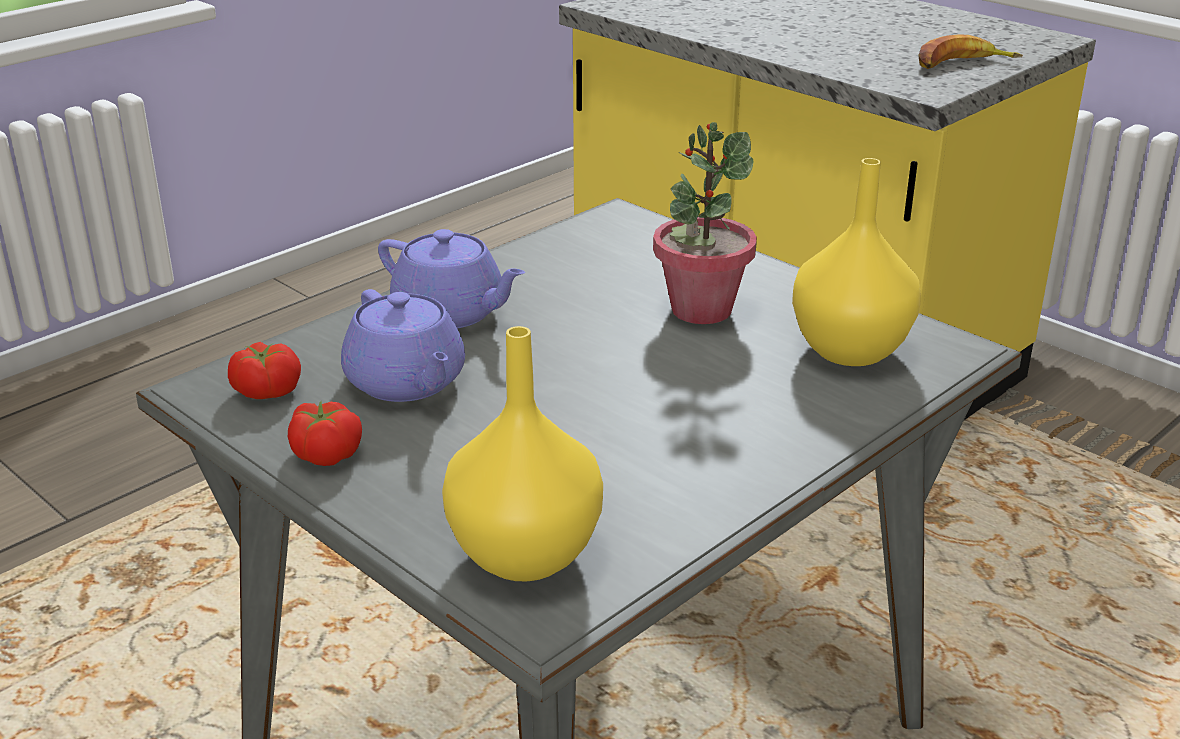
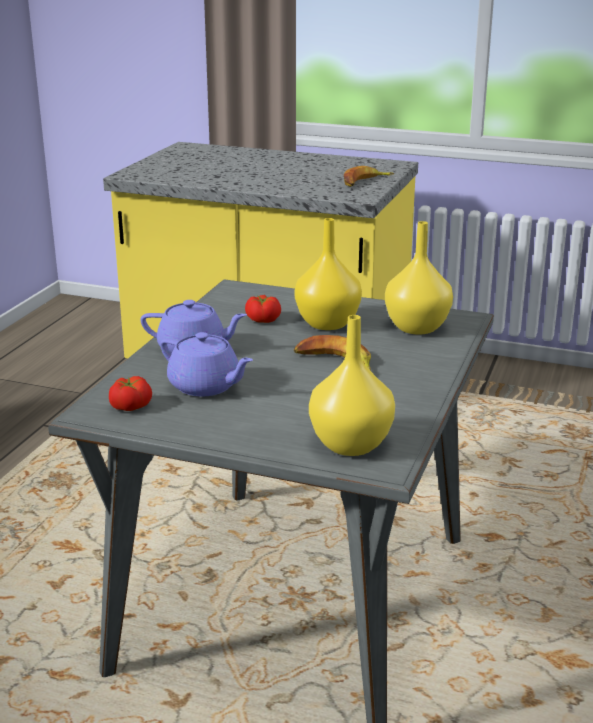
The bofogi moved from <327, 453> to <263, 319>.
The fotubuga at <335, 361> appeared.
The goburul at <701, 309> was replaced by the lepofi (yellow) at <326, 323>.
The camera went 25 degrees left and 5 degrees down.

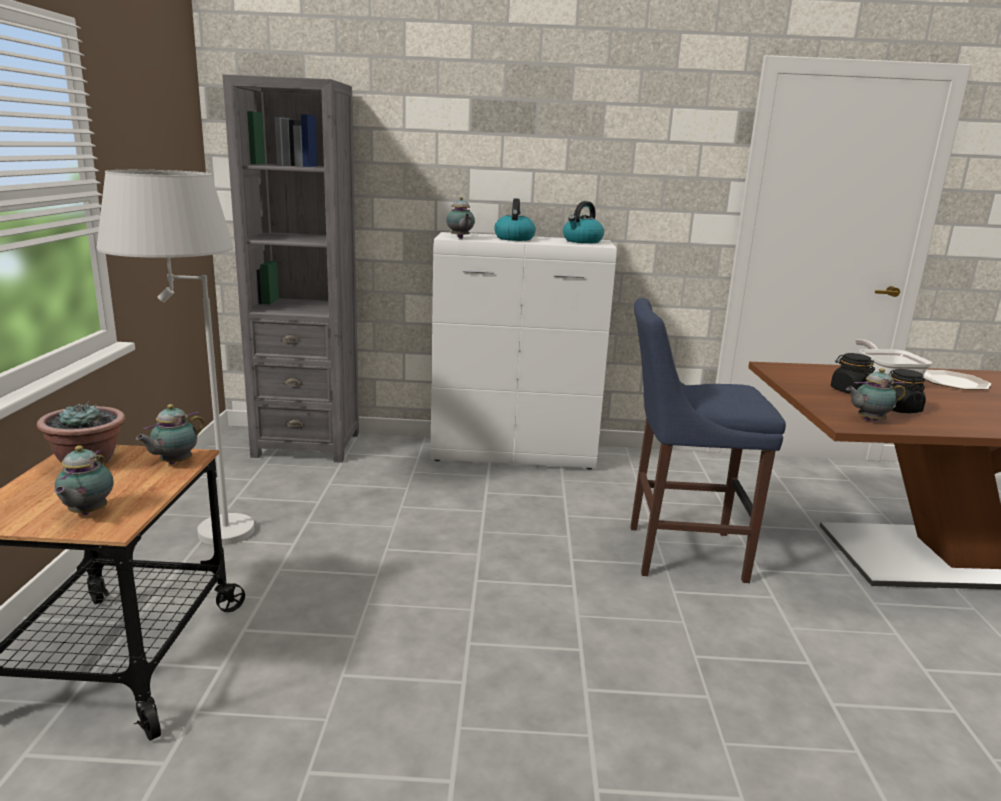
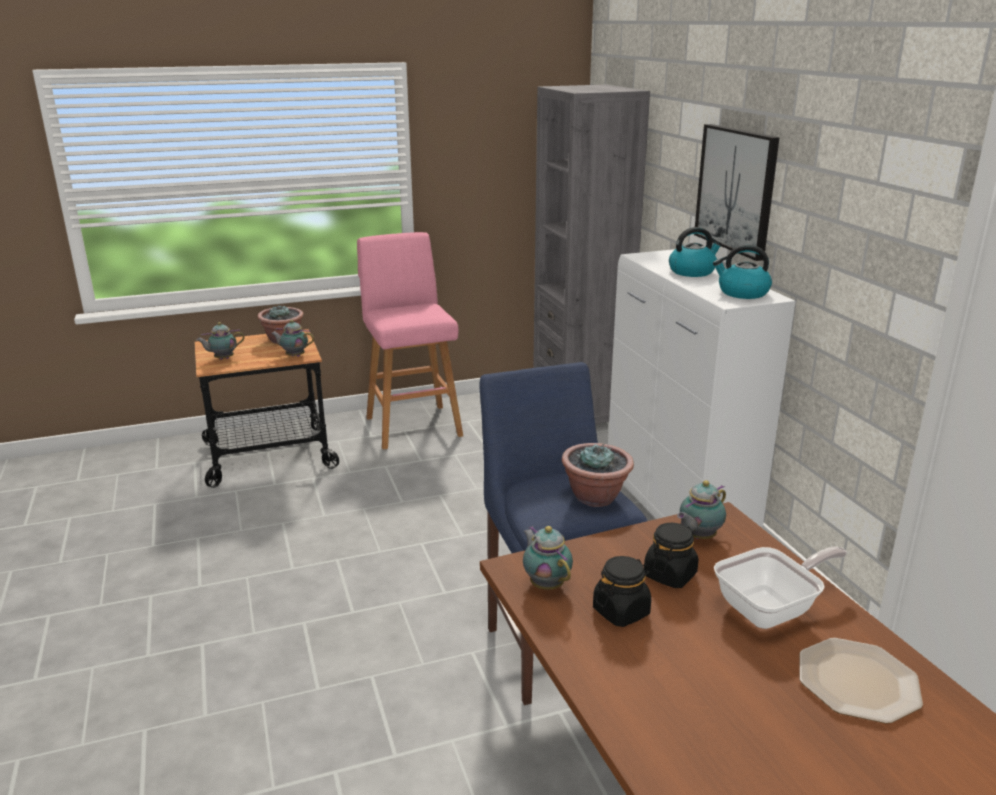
The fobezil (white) at <196, 530> was replaced by the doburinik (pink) at <412, 425>.
The goburul at <595, 497> appeared.
The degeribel moved from <460, 238> to <698, 537>.
The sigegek at <736, 190> appeared.
The camera went 70 degrees right and 5 degrees up.

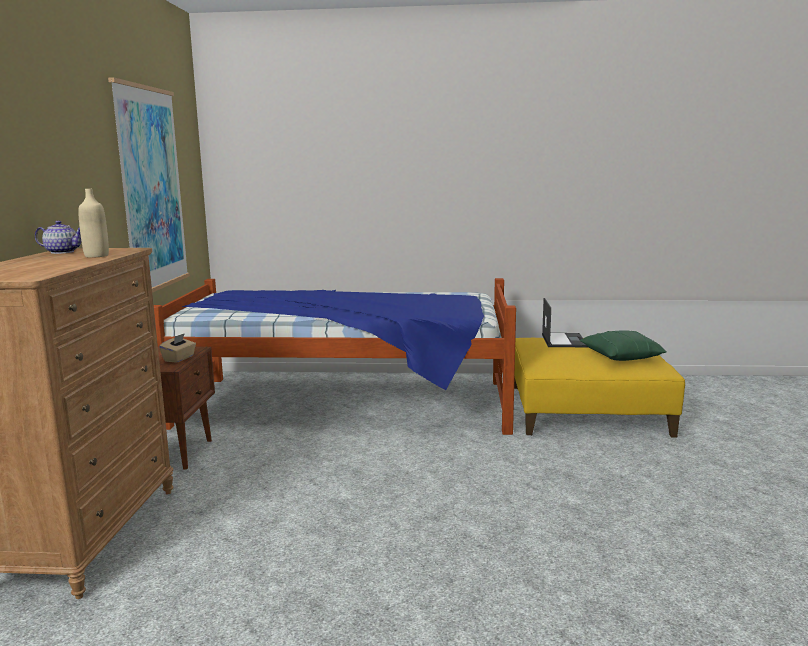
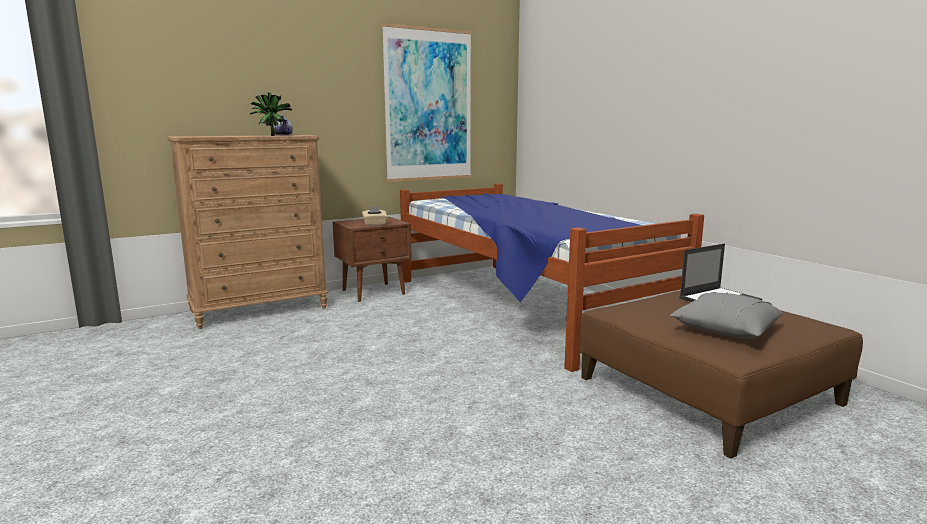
The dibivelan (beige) at <96, 256> was replaced by the goburul at <271, 135>.
The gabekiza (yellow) at <587, 409> became the gabekiza (brown) at <708, 391>.
The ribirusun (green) at <620, 357> became the ribirusun (grey) at <725, 329>.
The camera went 55 degrees right and 0 degrees up.

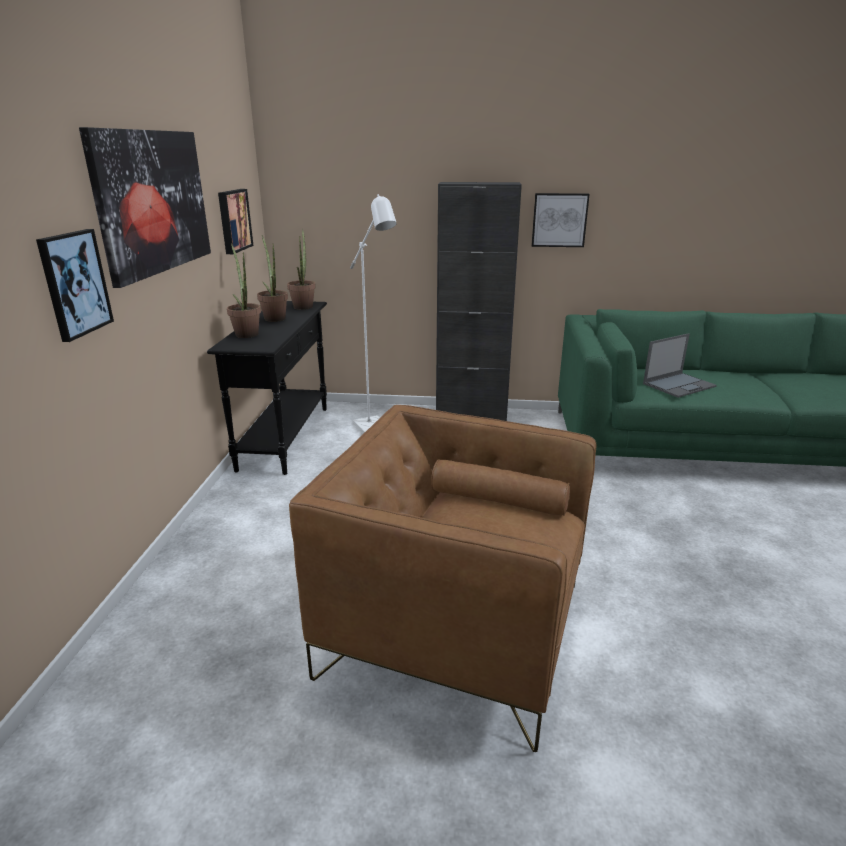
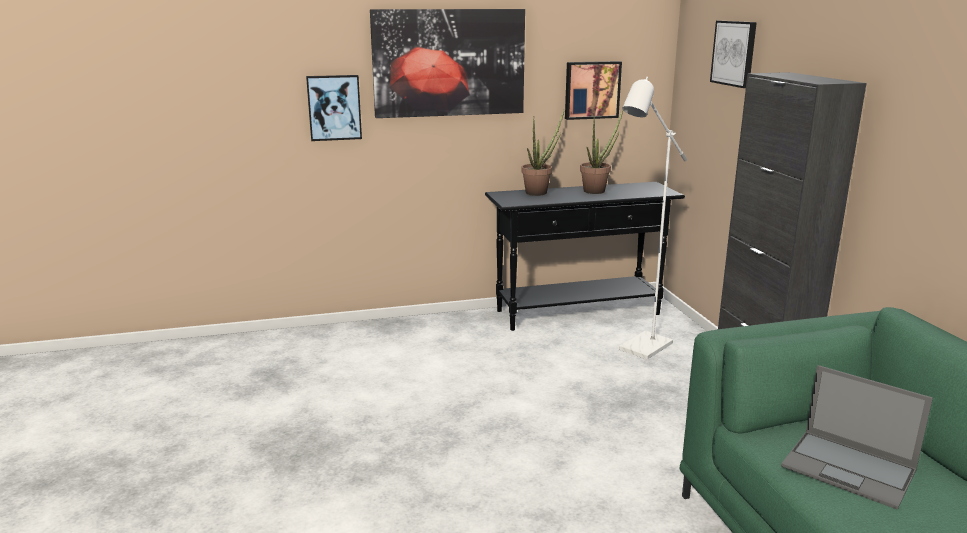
The sigegek moved from <559, 220> to <734, 53>.
The goburul at <304, 306> disappeared.
The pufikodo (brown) at <453, 630> disappeared.
The camera went 70 degrees right and 5 degrees down.

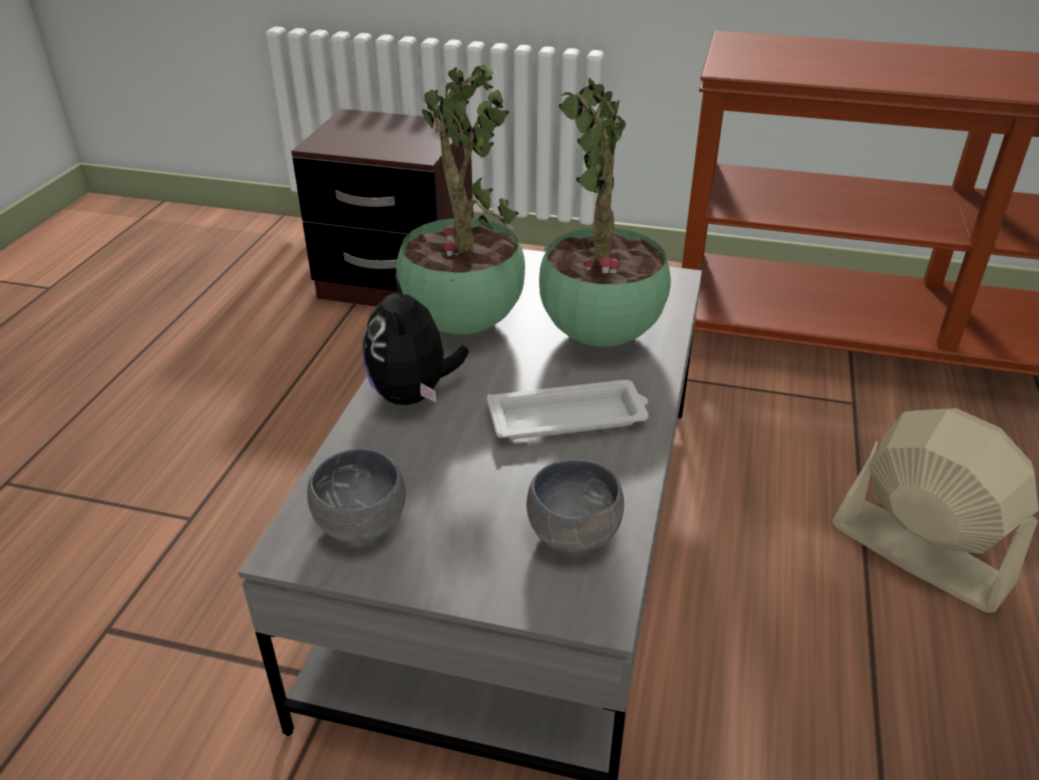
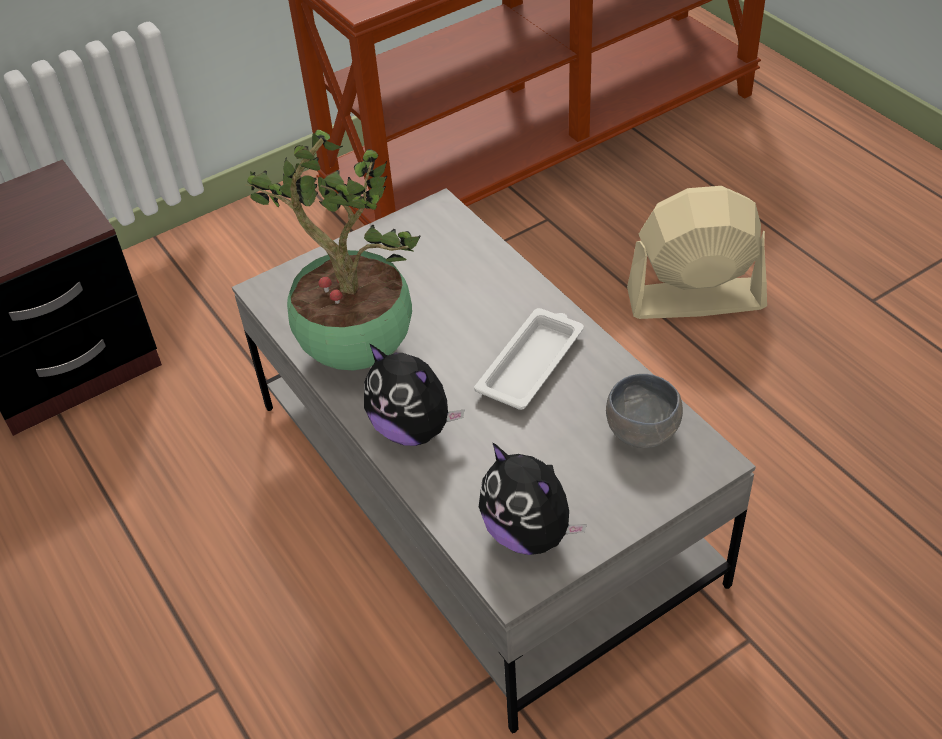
The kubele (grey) at <363, 527> was replaced by the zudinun at <529, 533>.
The goburul at <600, 338> disappeared.
The camera went 45 degrees left and 10 degrees up.

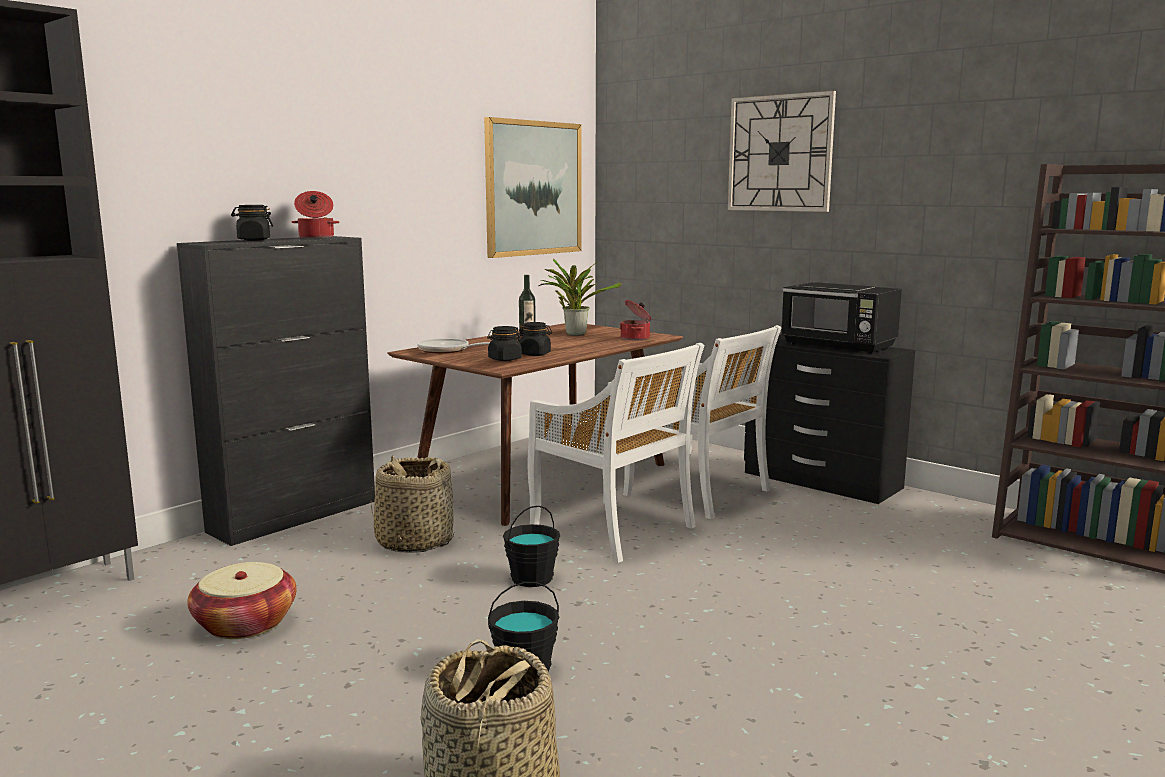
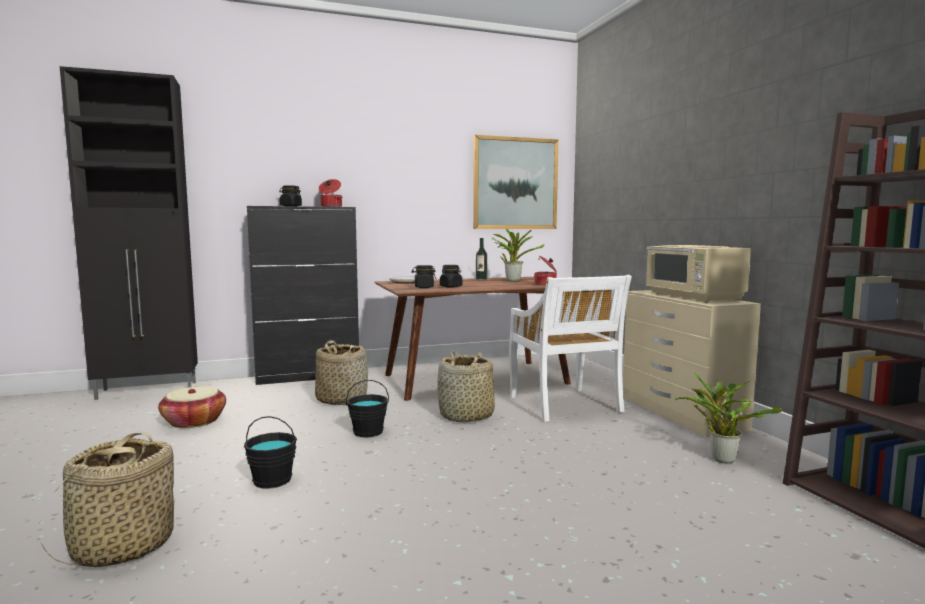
The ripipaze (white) at <615, 531> was replaced by the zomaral at <466, 416>.
The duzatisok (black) at <821, 481> became the duzatisok (beige) at <681, 413>.
The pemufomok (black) at <839, 346> became the pemufomok (beige) at <693, 297>.
The goburul at <720, 458> appeared.
The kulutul at <780, 153> disappeared.
The camera went 30 degrees right and 5 degrees down.

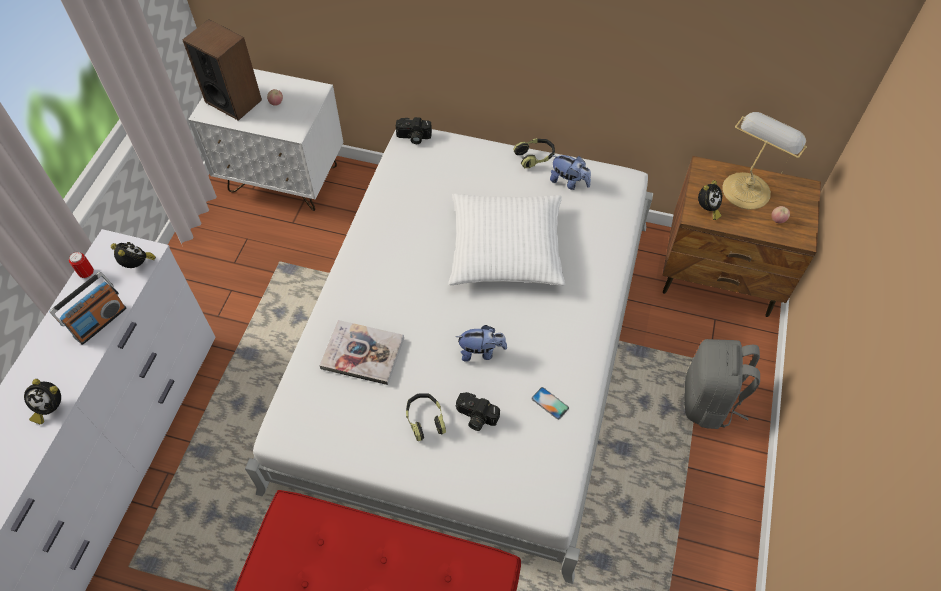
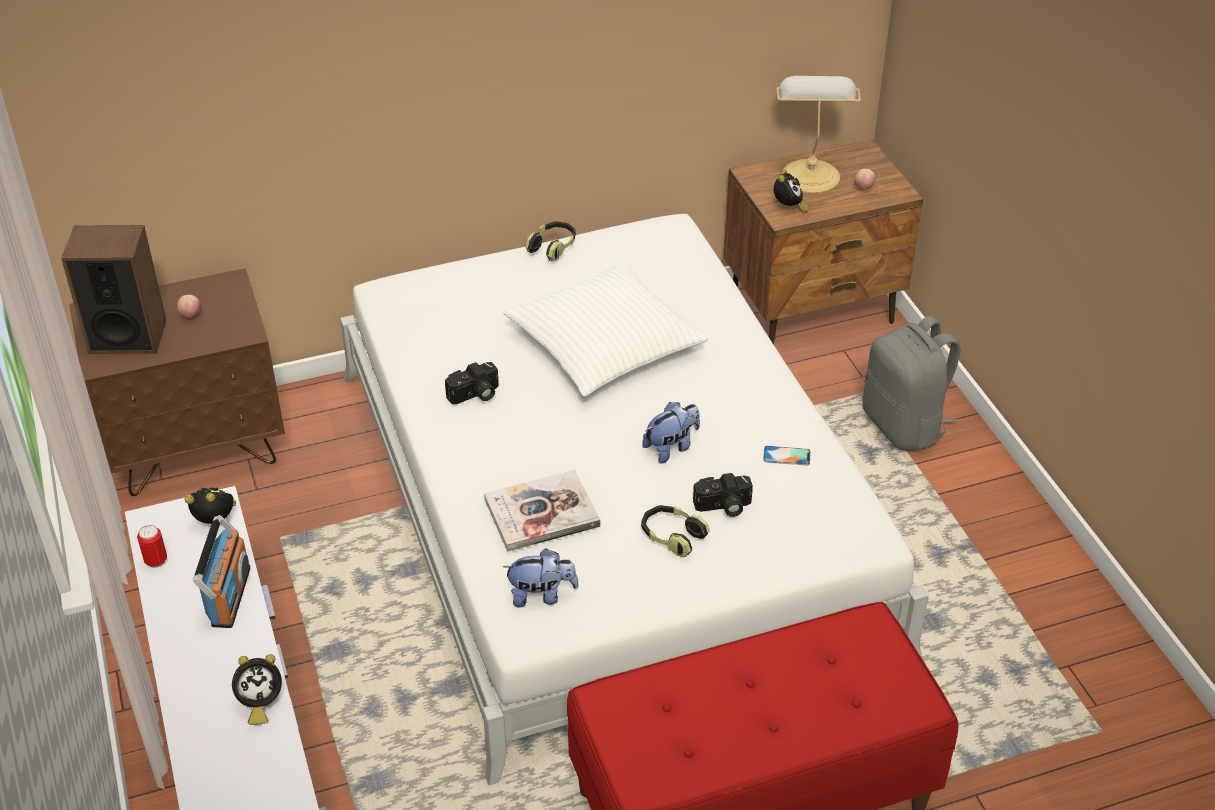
The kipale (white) at <284, 179> became the kipale (brown) at <197, 449>.
The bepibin moved from <413, 137> to <475, 395>.
The zudinun moved from <569, 182> to <541, 595>.
The camera went 35 degrees left and 15 degrees down.

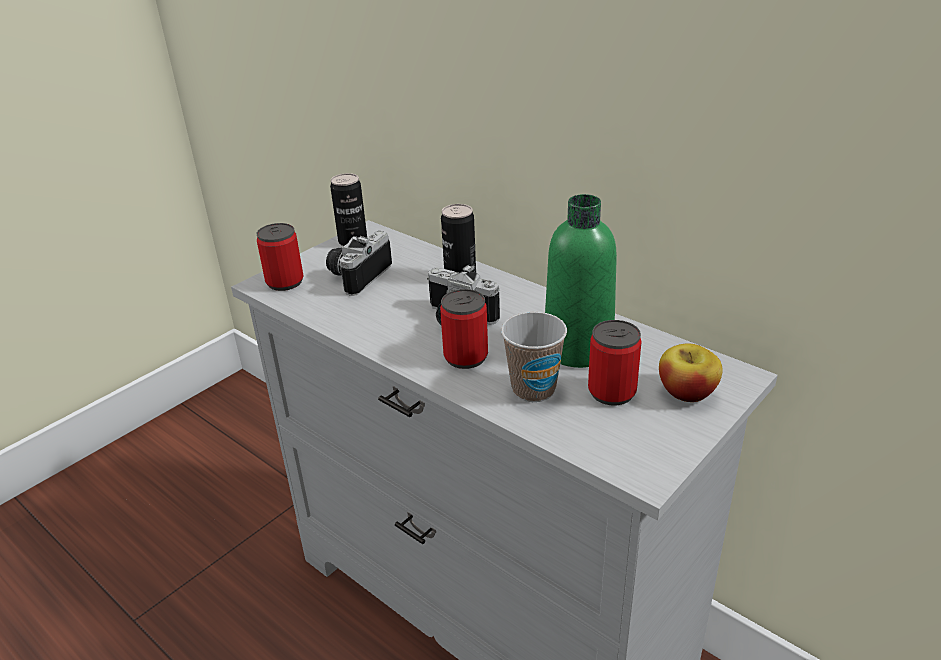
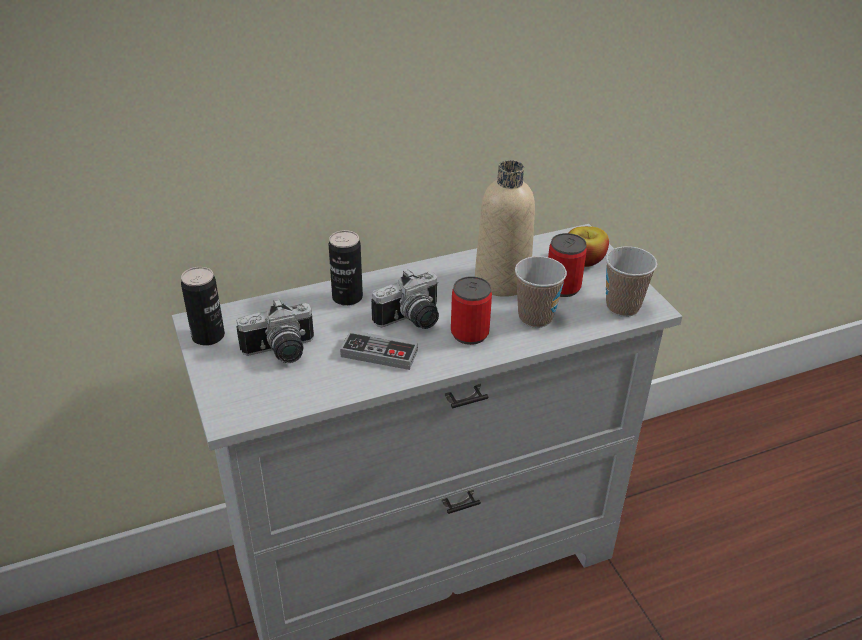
The bepibin at <356, 276> turned 75 degrees counterclockwise.
The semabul at <379, 353> appeared.
The dibivelan (green) at <578, 349> became the dibivelan (beige) at <502, 281>.
The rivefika at <622, 307> appeared.
The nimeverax at <285, 282> disappeared.
The camera went 65 degrees left and 5 degrees up.

